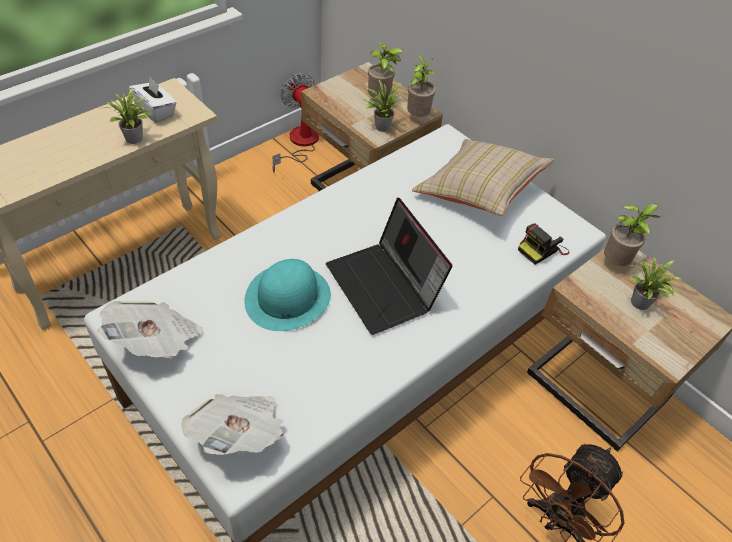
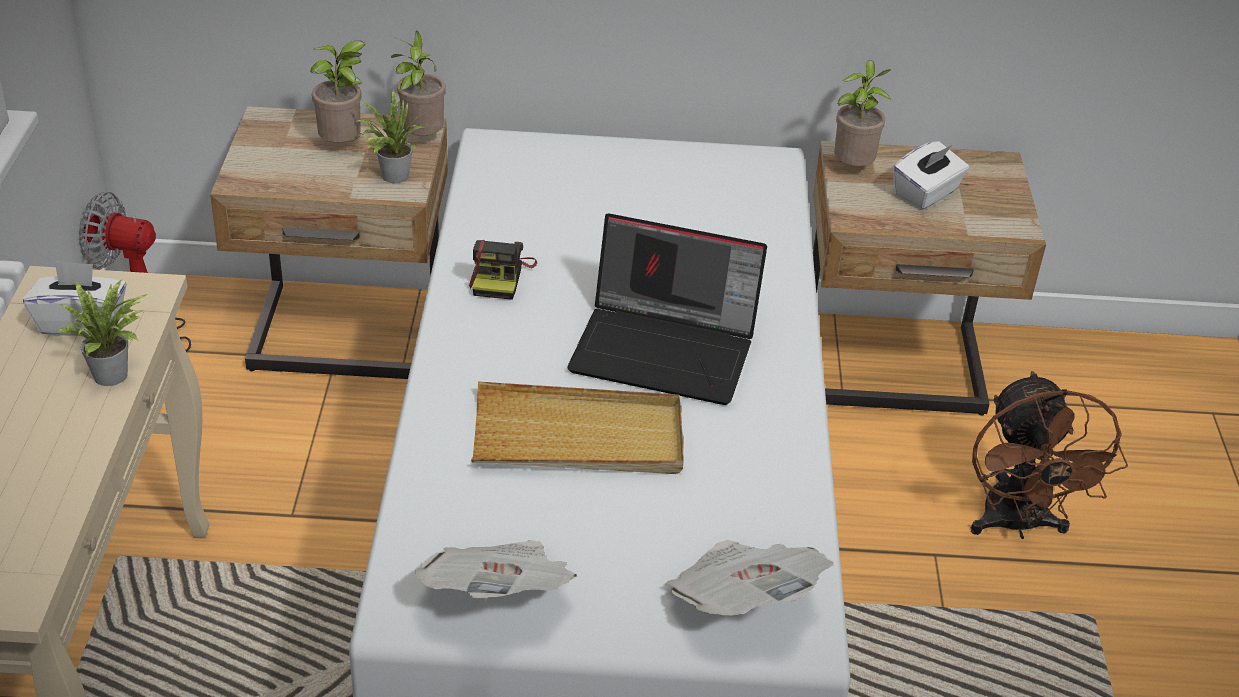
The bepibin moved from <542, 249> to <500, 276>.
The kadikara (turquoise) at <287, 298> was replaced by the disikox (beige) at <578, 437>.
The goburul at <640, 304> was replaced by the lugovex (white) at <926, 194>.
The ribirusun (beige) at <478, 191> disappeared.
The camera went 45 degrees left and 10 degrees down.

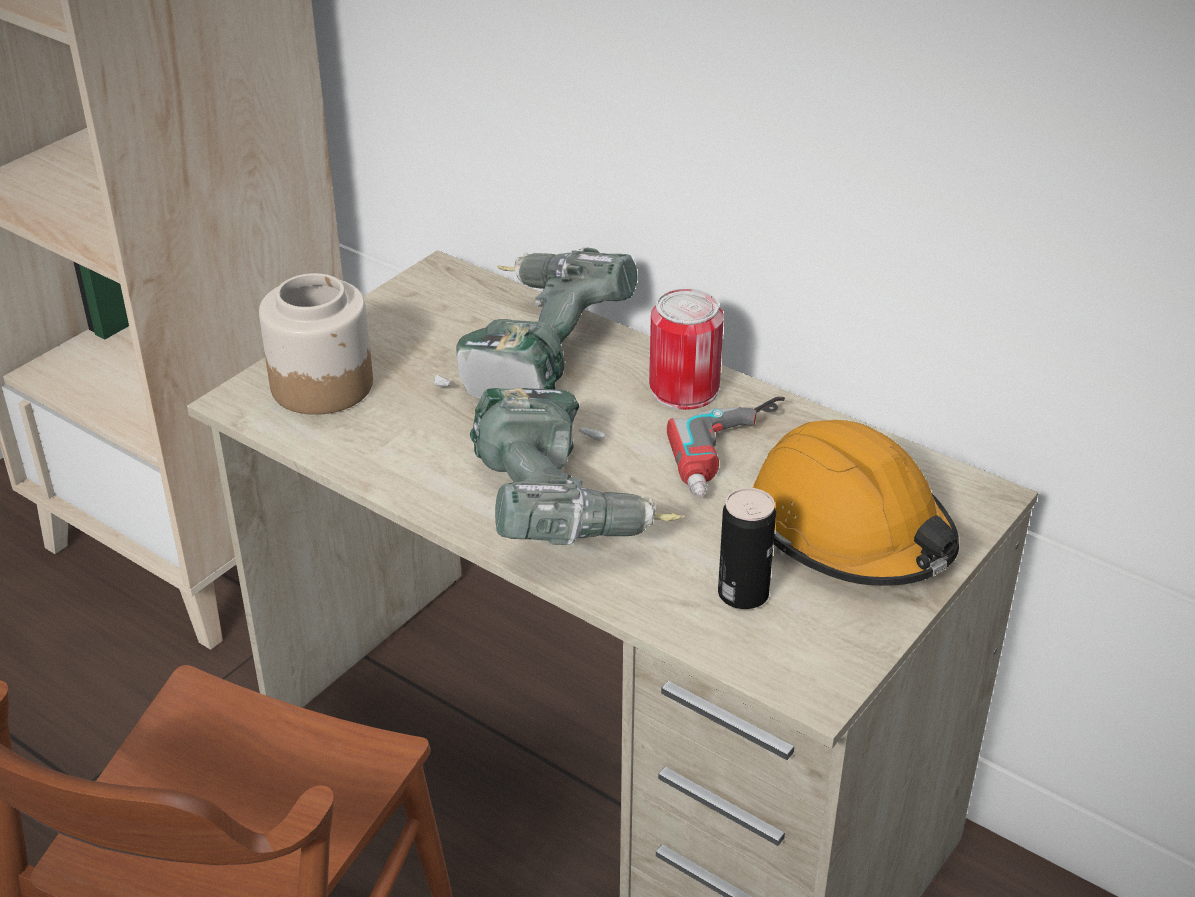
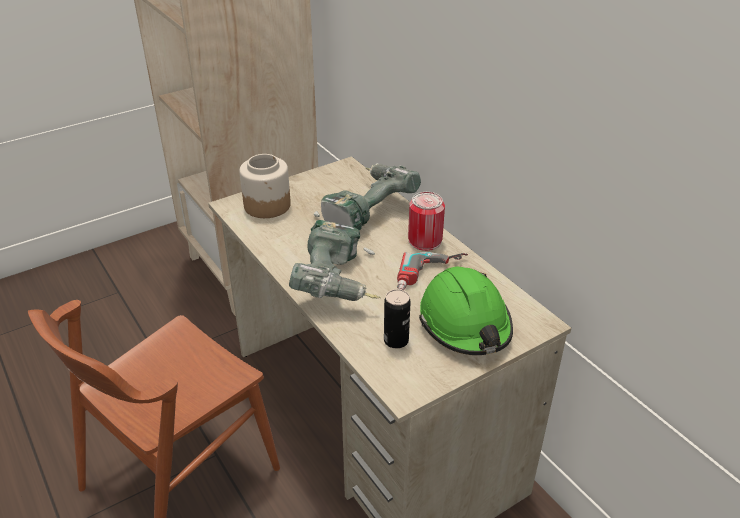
The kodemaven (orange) at <851, 531> became the kodemaven (green) at <465, 324>.
The camera went 20 degrees right and 0 degrees up.

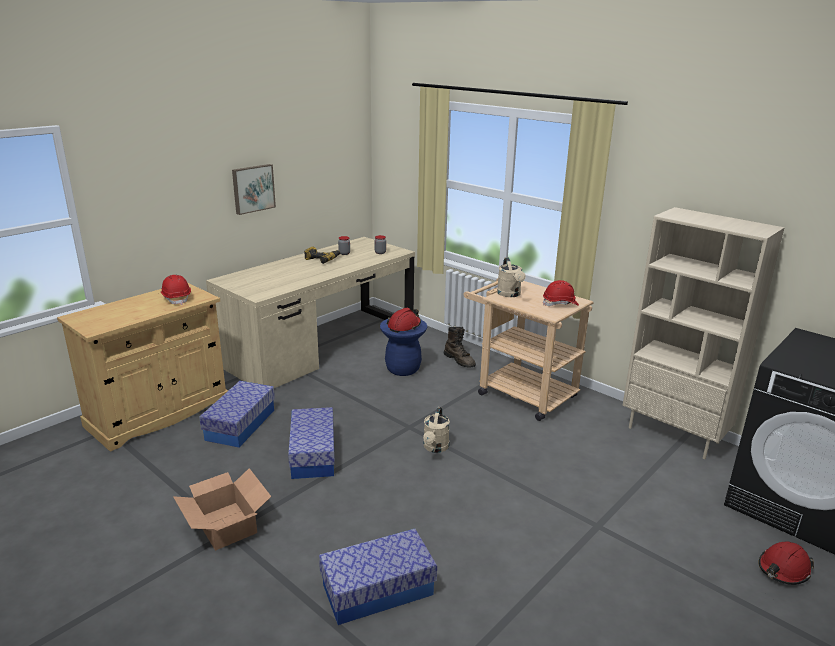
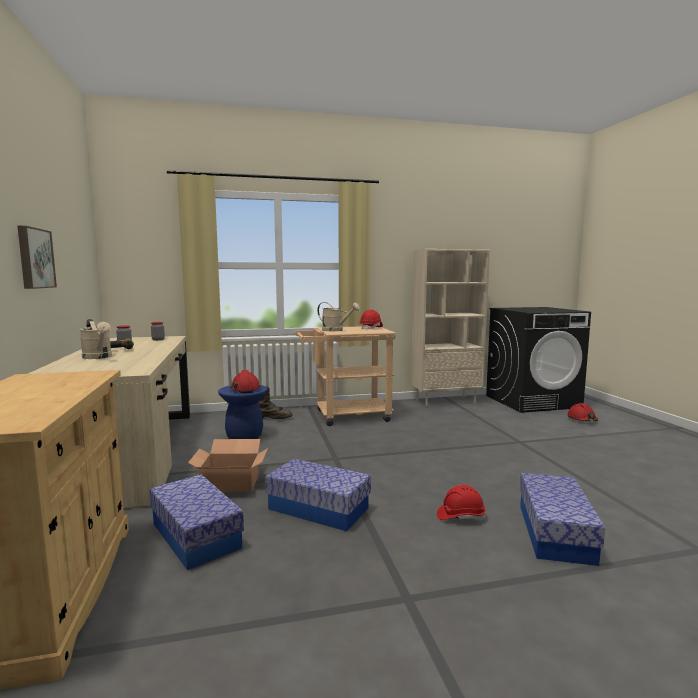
The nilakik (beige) moved from <435, 448> to <99, 357>.
The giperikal moved from <226, 525> to <230, 482>.
The kodemaven (red) moved from <176, 298> to <460, 516>.
The camera went 55 degrees left and 15 degrees down.

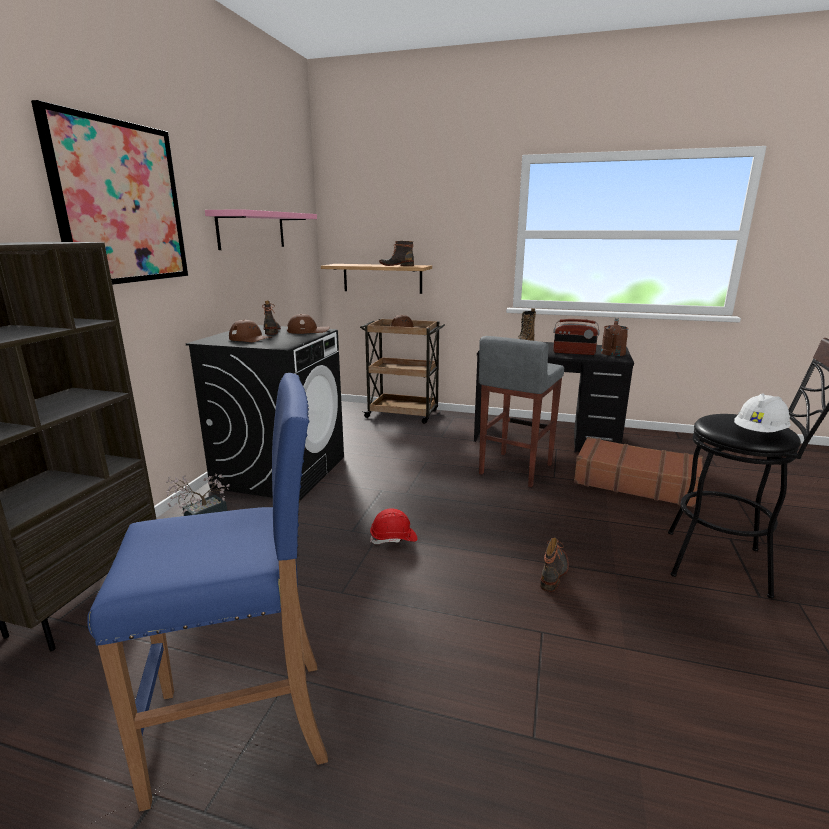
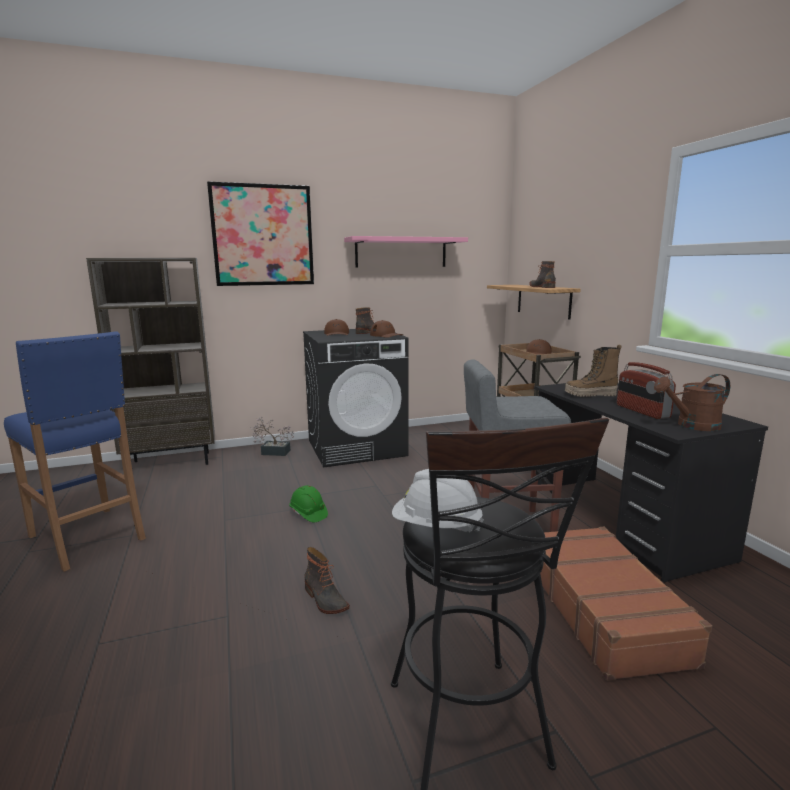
The kodemaven (red) at <393, 538> became the kodemaven (green) at <308, 513>.
The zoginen at <554, 573> turned 60 degrees clockwise.
The camera went 55 degrees right and 5 degrees down.

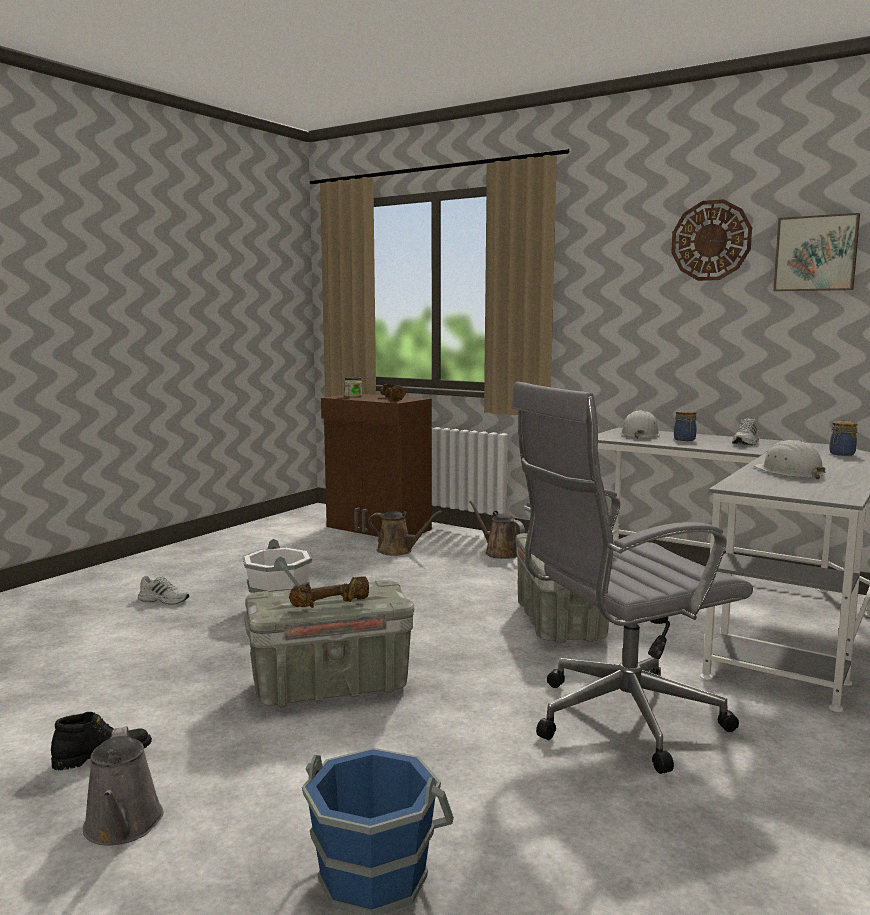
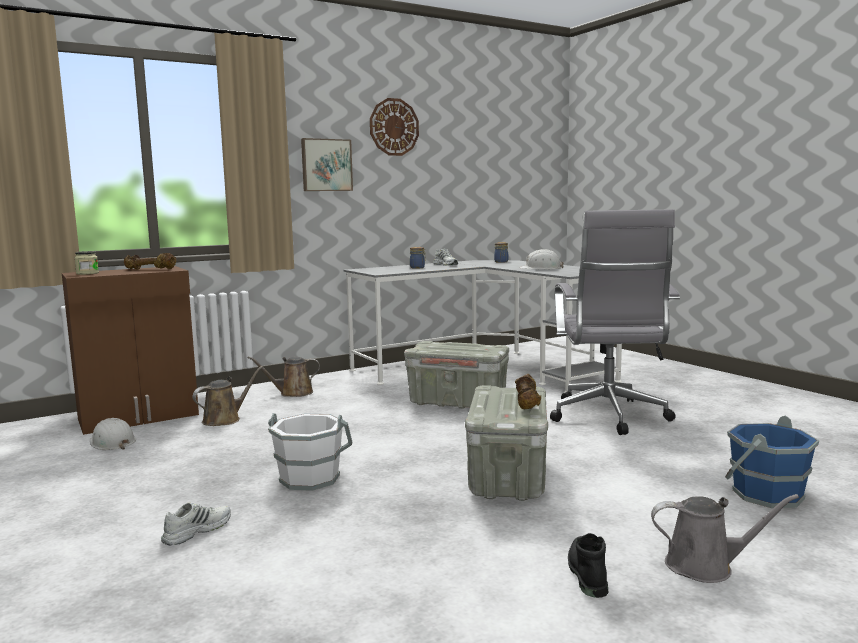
The kodemaven (white) moved from <639, 435> to <112, 442>.
The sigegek moved from <816, 253> to <326, 165>.
The camera went 65 degrees left and 0 degrees up.

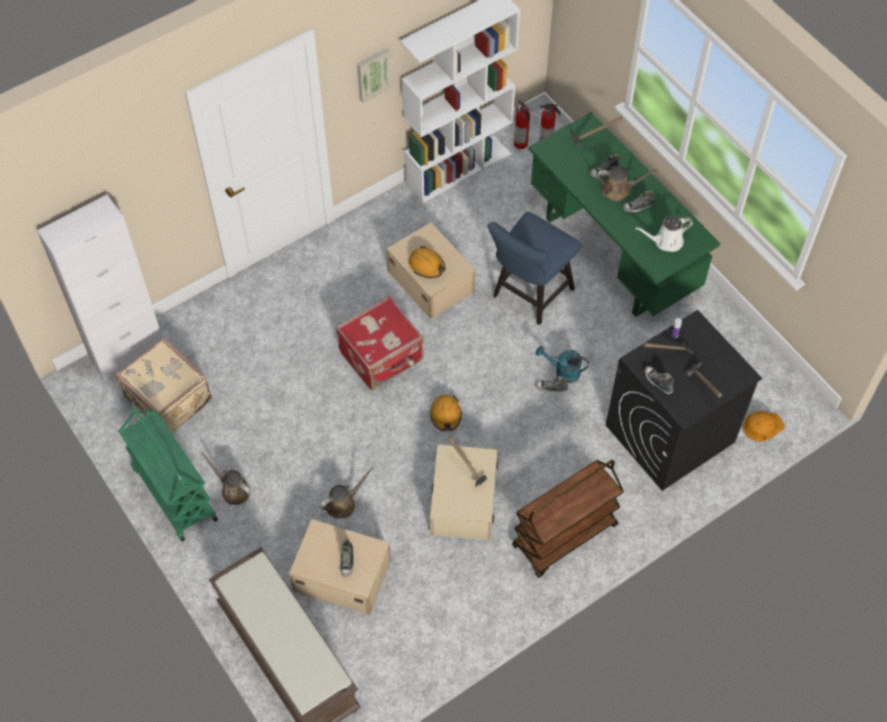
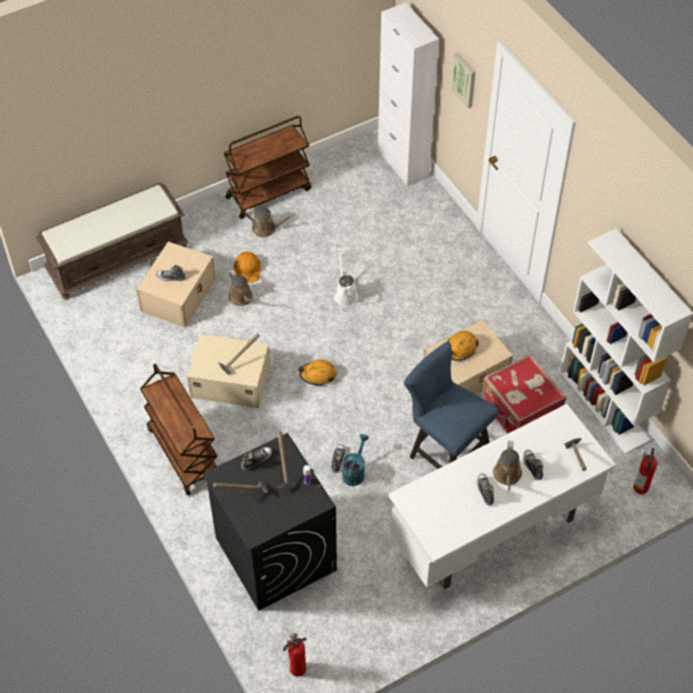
The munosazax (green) at <174, 493> became the munosazax (brown) at <269, 193>.
The kodemaven (orange) moved from <762, 426> to <248, 268>.
The nilakik (brown) at <233, 490> turned 60 degrees clockwise.
The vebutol moved from <521, 144> to <296, 669>.
The nilakik (white) moved from <665, 241> to <345, 294>.
The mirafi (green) at <613, 253> became the mirafi (white) at <493, 532>.
The sigegek moved from <373, 74> to <465, 79>.
The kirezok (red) moved from <382, 357> to <519, 412>.
The kirezok (beige) at <168, 400> disappeared.
The camera went 95 degrees right and 5 degrees down.

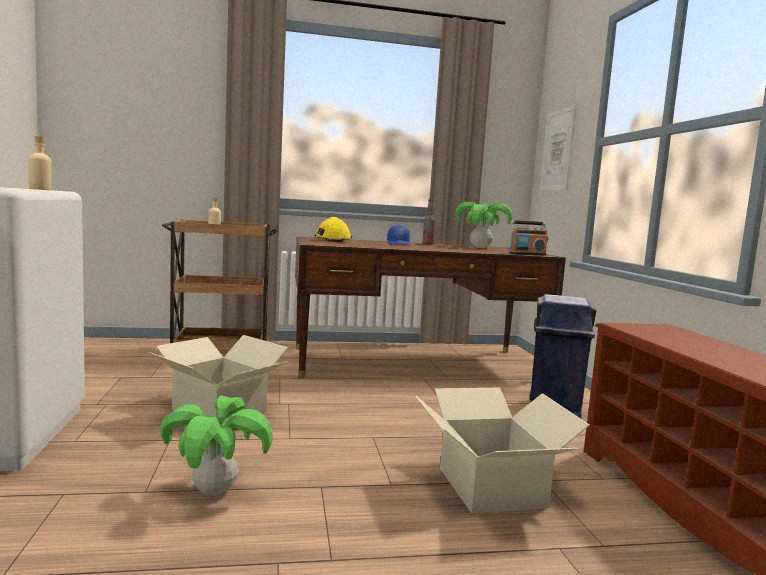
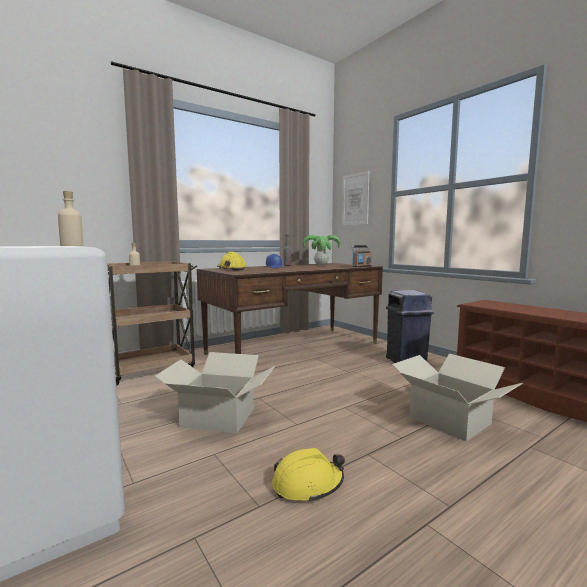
The goburul at <214, 491> was replaced by the kodemaven (yellow) at <307, 484>.
The camera went 25 degrees left and 0 degrees up.

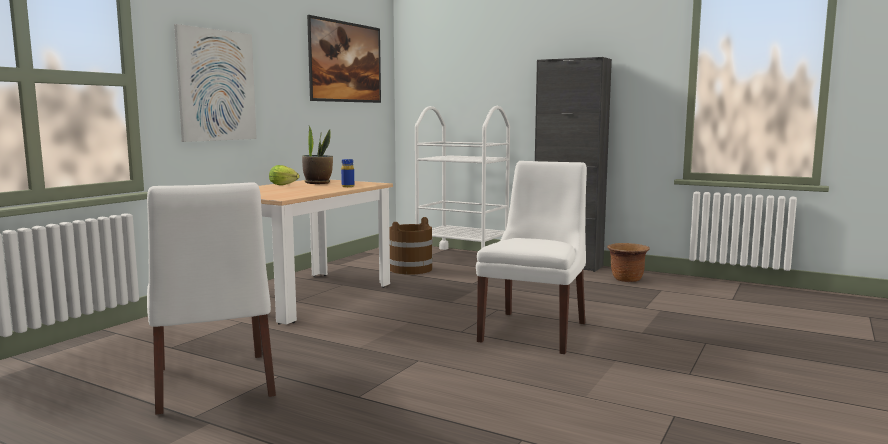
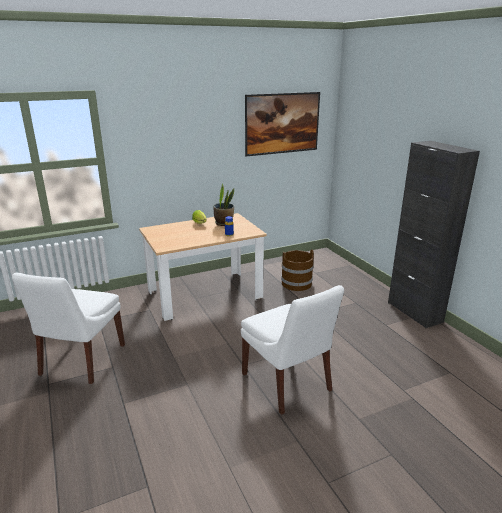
The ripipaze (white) at <534, 331> turned 90 degrees clockwise.
The sigegek at <217, 85> disappeared.
The munosazax (white) at <462, 257> disappeared.
The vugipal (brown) at <627, 279> disappeared.
The camera went 35 degrees right and 15 degrees up.

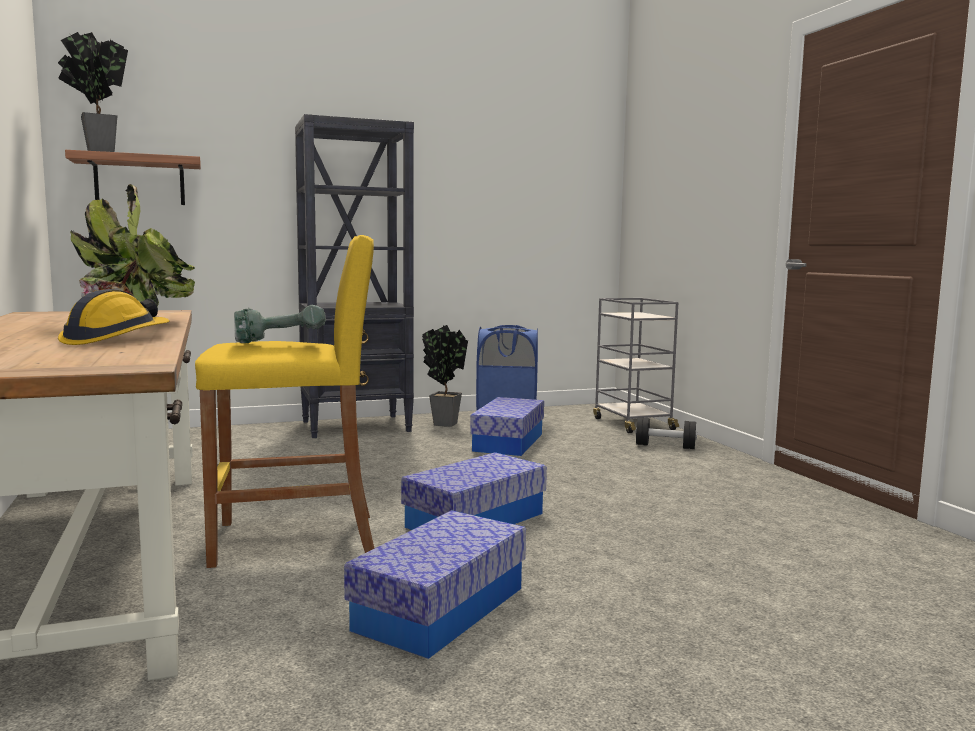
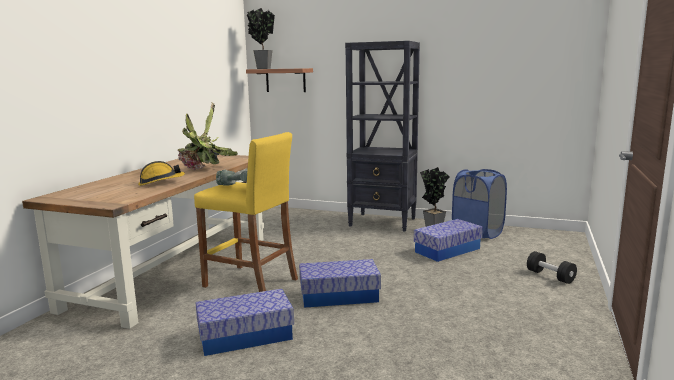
The munosazax (grey) at <632, 423> disappeared.
The camera went 40 degrees right and 5 degrees up.

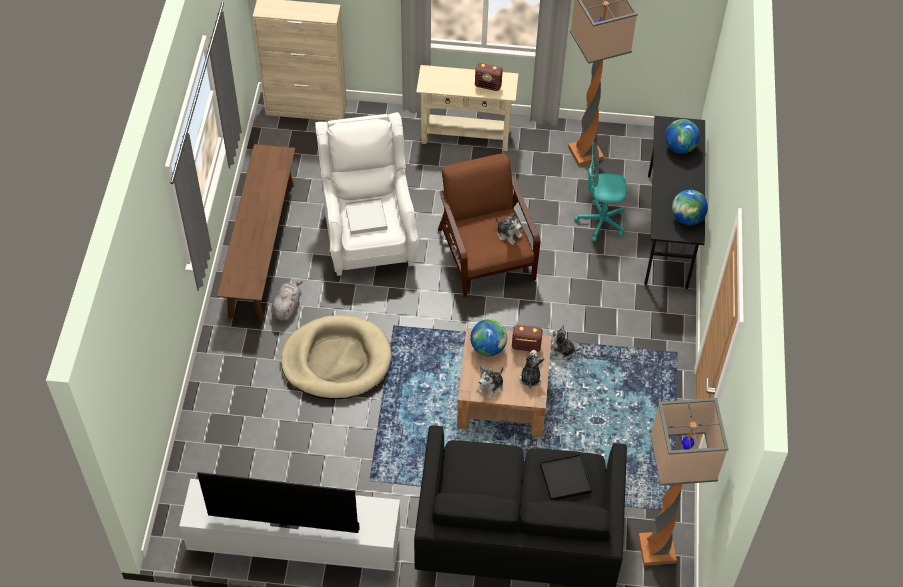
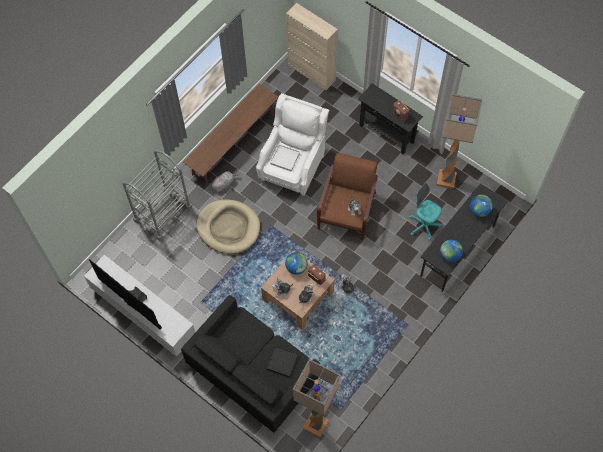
The munosazax (grey) at <162, 213> appeared.
The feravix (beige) at <465, 136> became the feravix (black) at <386, 133>.
The camera went 35 degrees right and 10 degrees up.

